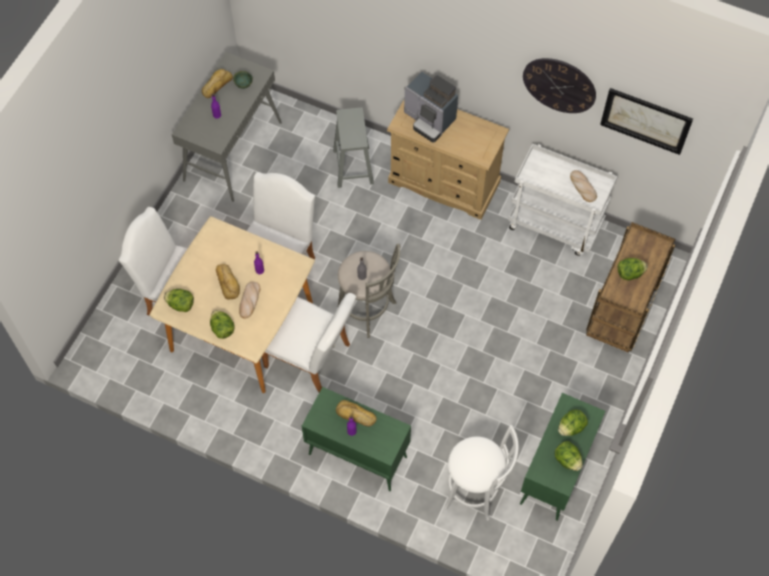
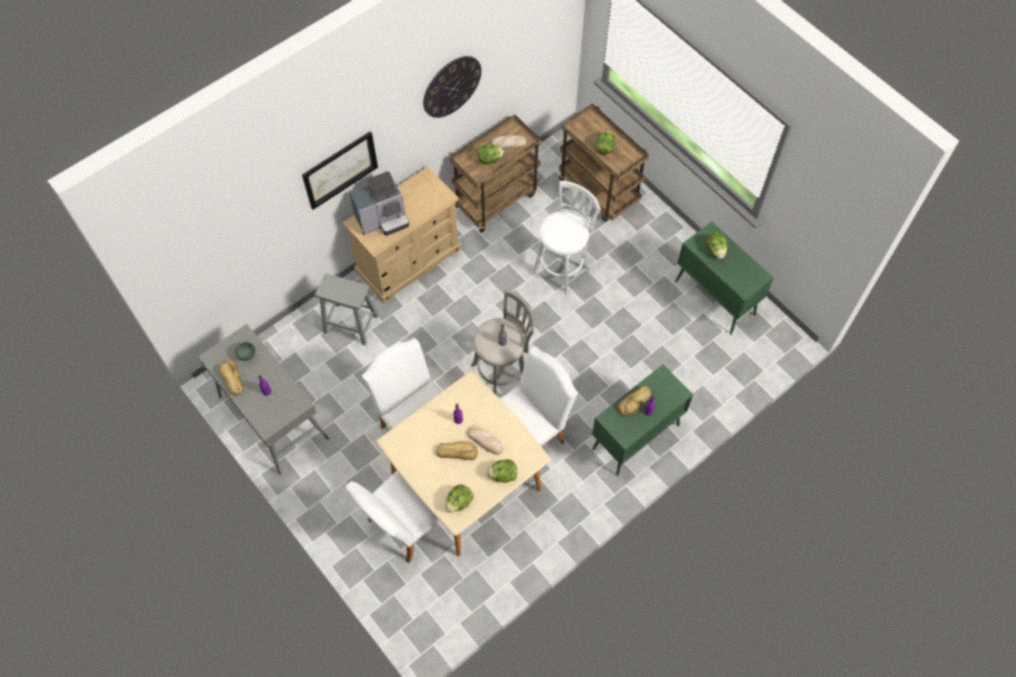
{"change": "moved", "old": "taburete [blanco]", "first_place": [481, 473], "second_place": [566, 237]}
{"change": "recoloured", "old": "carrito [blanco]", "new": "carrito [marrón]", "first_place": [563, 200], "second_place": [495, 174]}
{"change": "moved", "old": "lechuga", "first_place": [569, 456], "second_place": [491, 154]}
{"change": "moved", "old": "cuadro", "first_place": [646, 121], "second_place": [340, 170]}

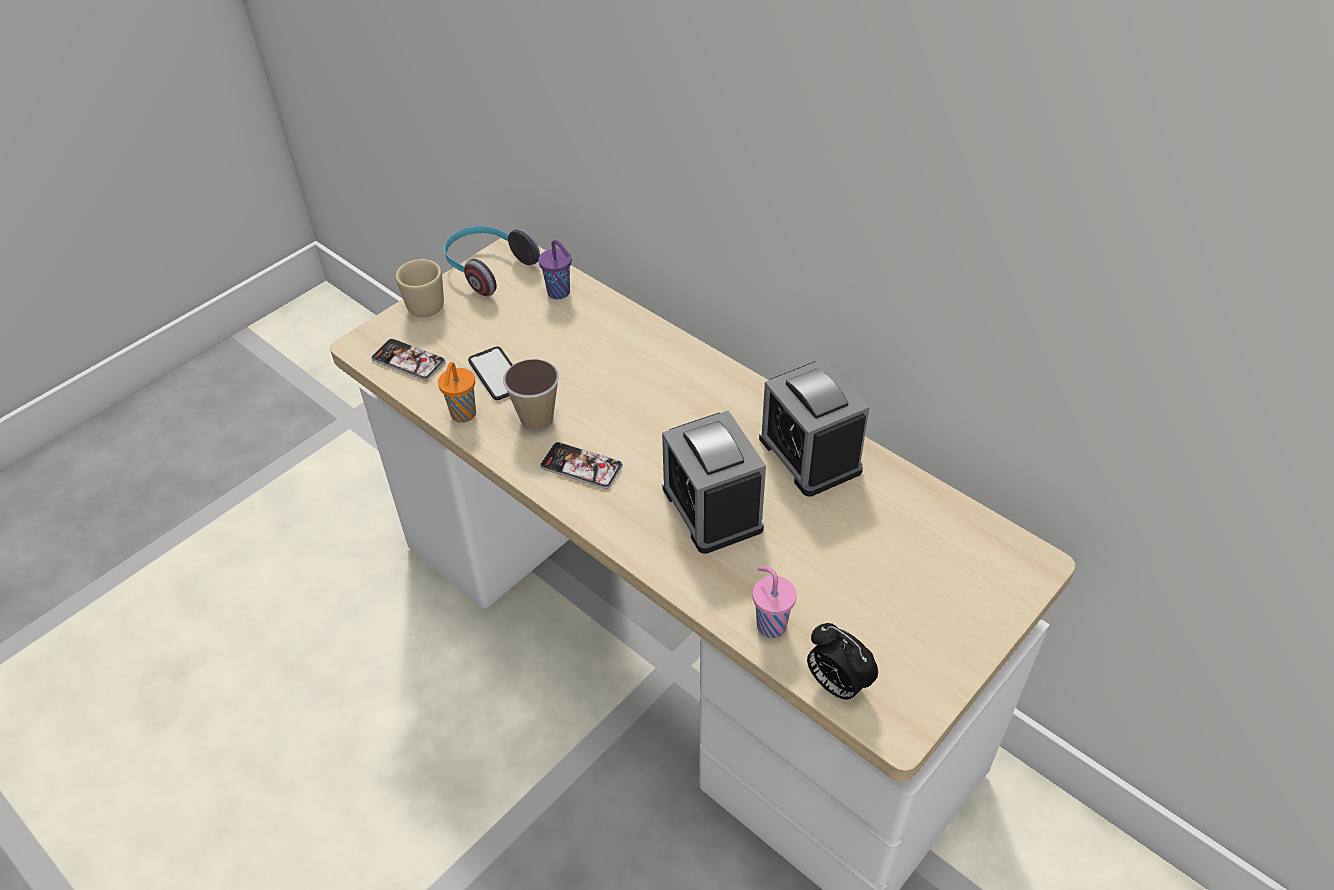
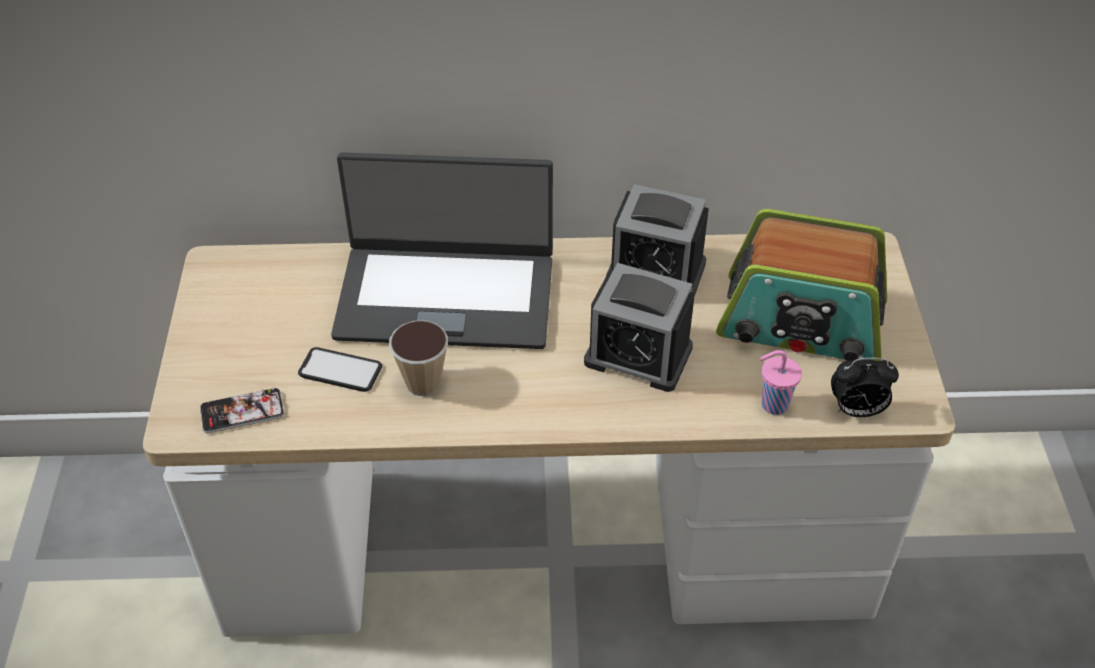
{"change": "removed", "old": "taza grande [beis]", "first_place": [420, 288]}
{"change": "removed", "old": "taza [naranja]", "first_place": [457, 392]}
{"change": "removed", "old": "auriculares", "first_place": [492, 261]}
{"change": "removed", "old": "taza [morado]", "first_place": [555, 269]}
{"change": "removed", "old": "móvil", "first_place": [581, 465]}
{"change": "added", "new": "portátil", "second_place": [442, 251]}
{"change": "added", "new": "radio", "second_place": [801, 285]}

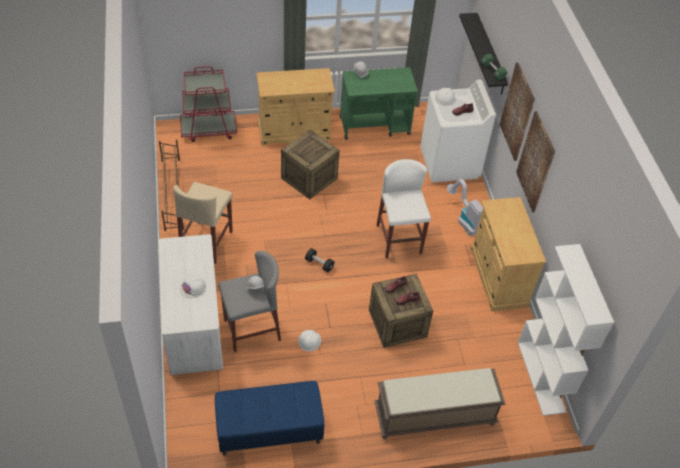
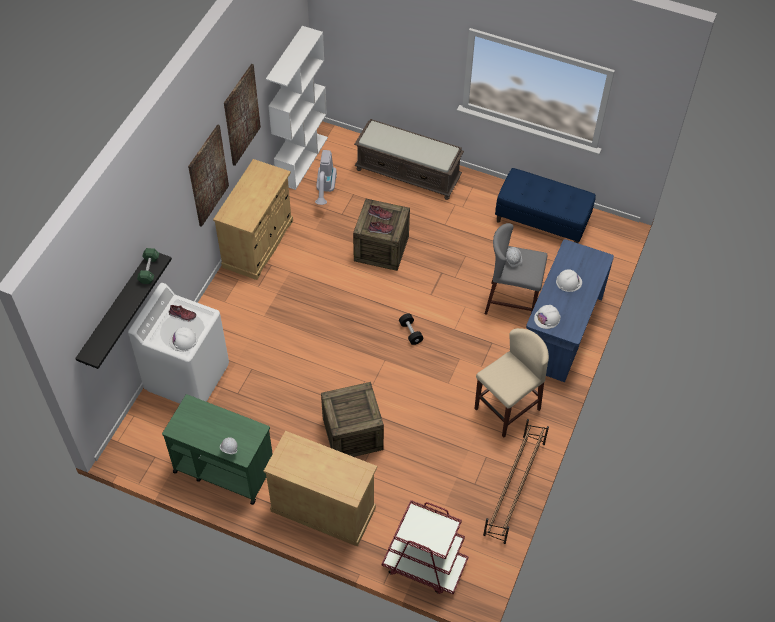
{"change": "recoloured", "old": "escritorio [blanco]", "new": "escritorio [azul]", "first_place": [191, 304], "second_place": [570, 310]}
{"change": "moved", "old": "casco [blanco]", "first_place": [309, 340], "second_place": [547, 317]}
{"change": "removed", "old": "taburete [blanco]", "first_place": [404, 208]}
{"change": "moved", "old": "aspiradora", "first_place": [465, 207], "second_place": [326, 177]}
{"change": "moved", "old": "cuadro", "first_place": [517, 111], "second_place": [242, 115]}

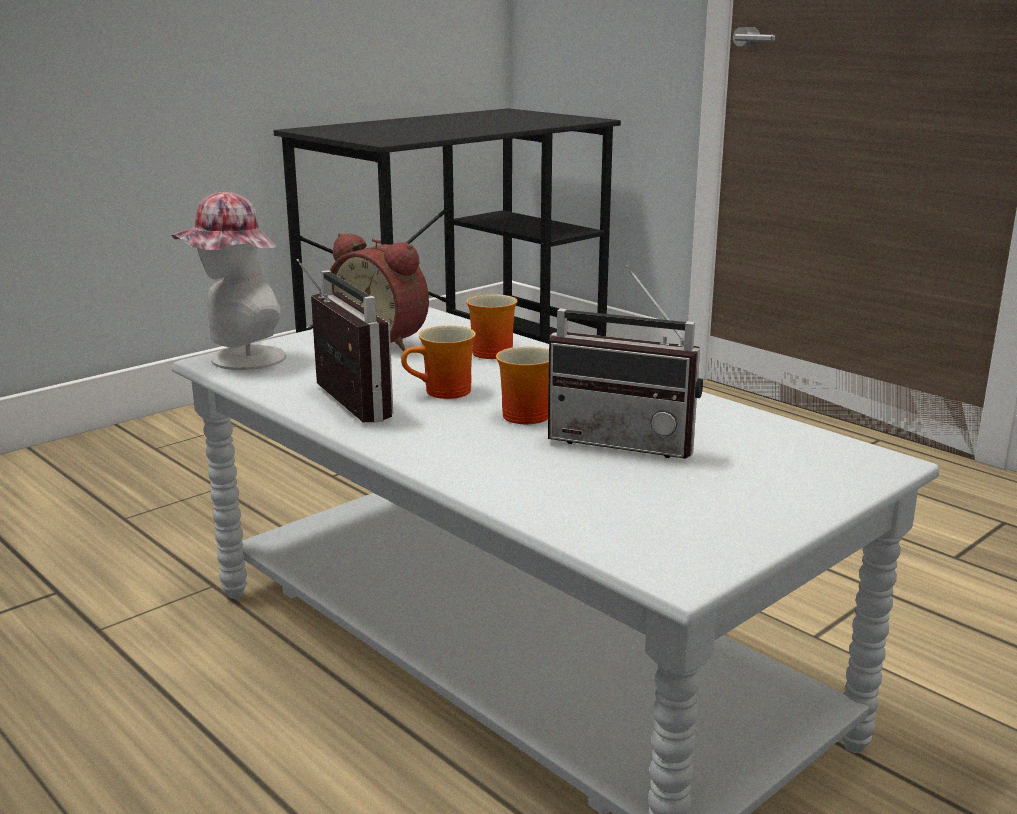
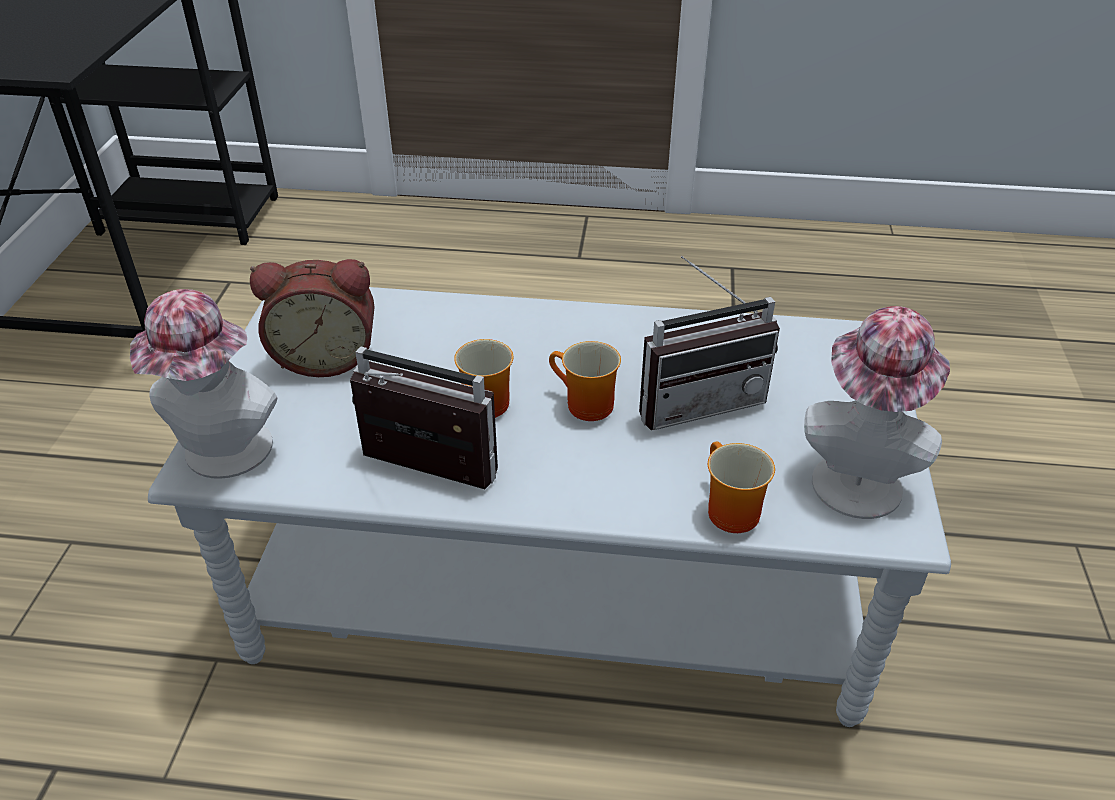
{"change": "moved", "old": "taza grande", "first_place": [492, 326], "second_place": [741, 487]}
{"change": "added", "new": "sombrero", "second_place": [877, 412]}

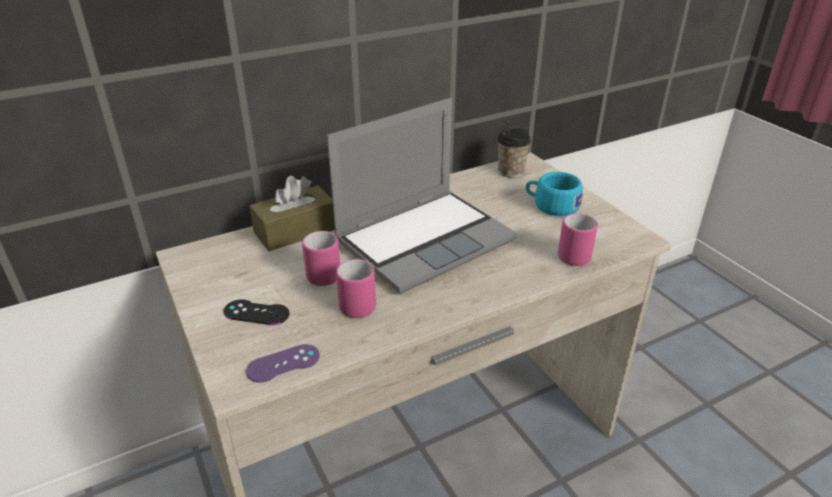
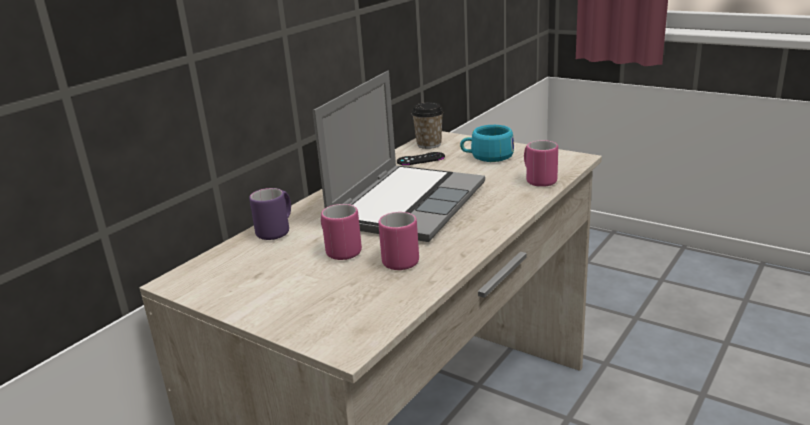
{"change": "moved", "old": "mando de consola [negro]", "first_place": [256, 312], "second_place": [421, 158]}
{"change": "removed", "old": "mando de consola [morado]", "first_place": [283, 363]}
{"change": "replaced", "old": "caja de pañuelos [marrón]", "new": "taza grande [morado]", "first_place": [292, 213], "second_place": [270, 214]}

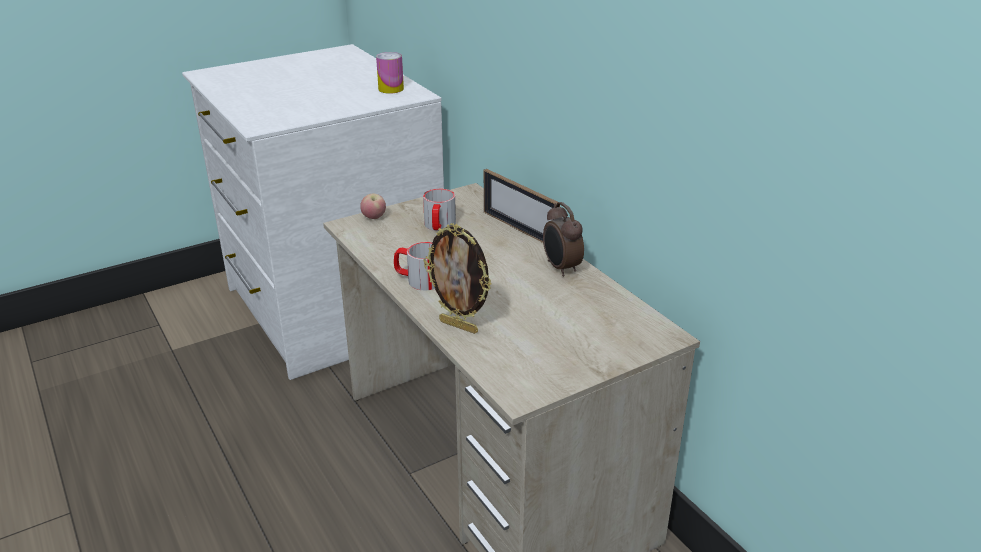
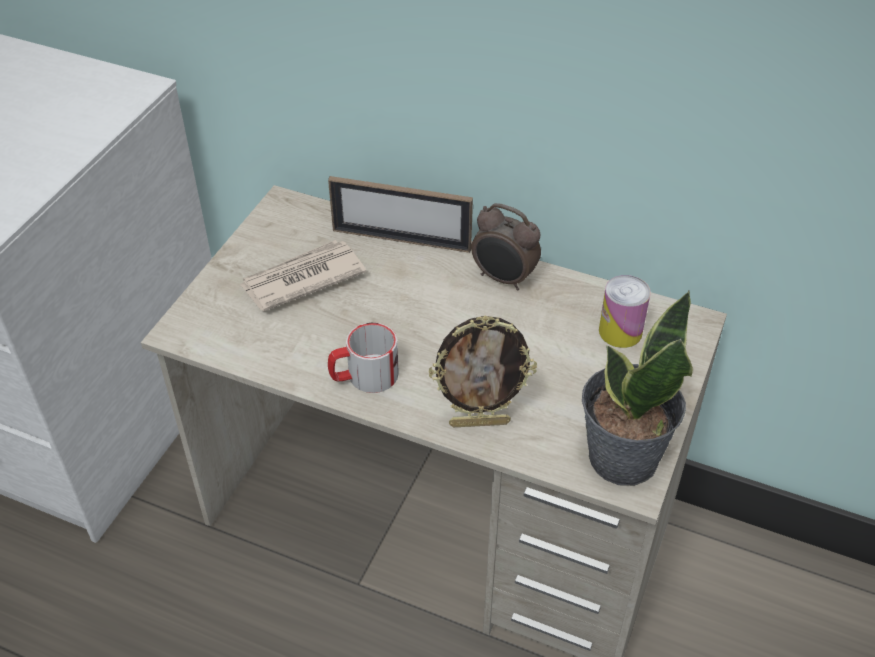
{"change": "removed", "old": "manzana", "first_place": [373, 206]}
{"change": "moved", "old": "lata", "first_place": [390, 73], "second_place": [625, 311]}
{"change": "replaced", "old": "taza grande", "new": "periódico", "first_place": [439, 210], "second_place": [302, 275]}
{"change": "added", "new": "planta en maceta", "second_place": [637, 388]}

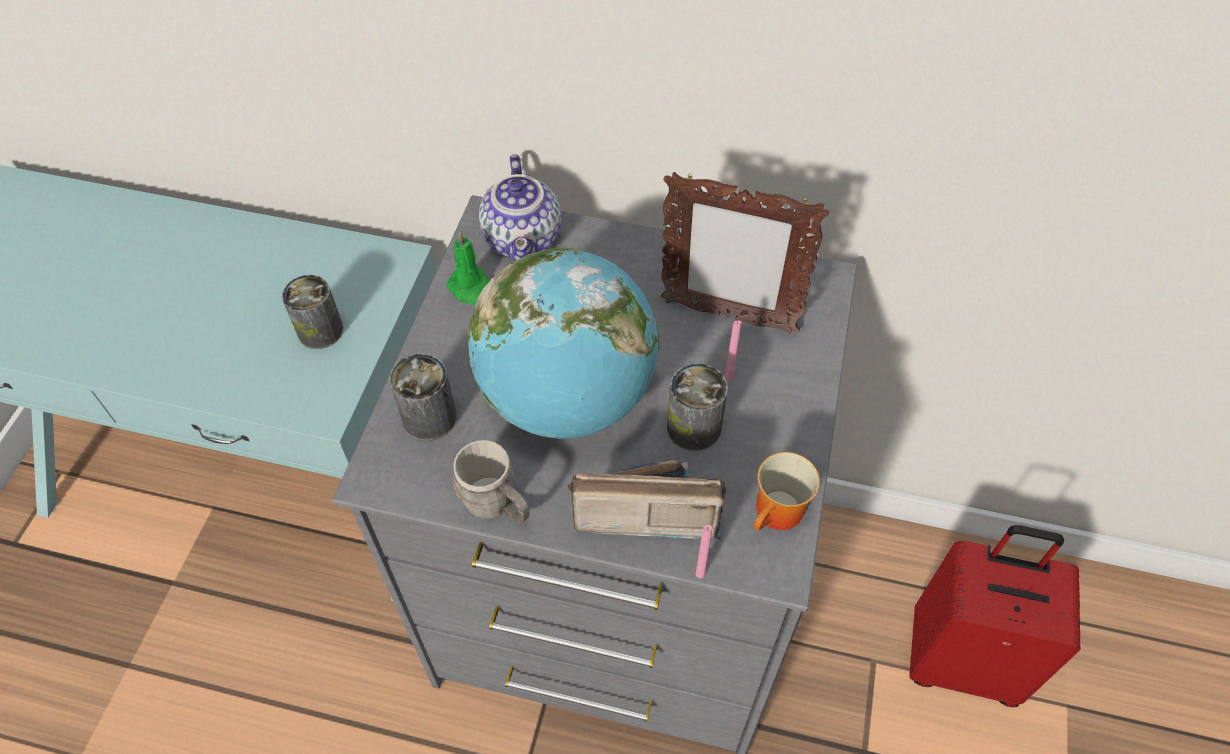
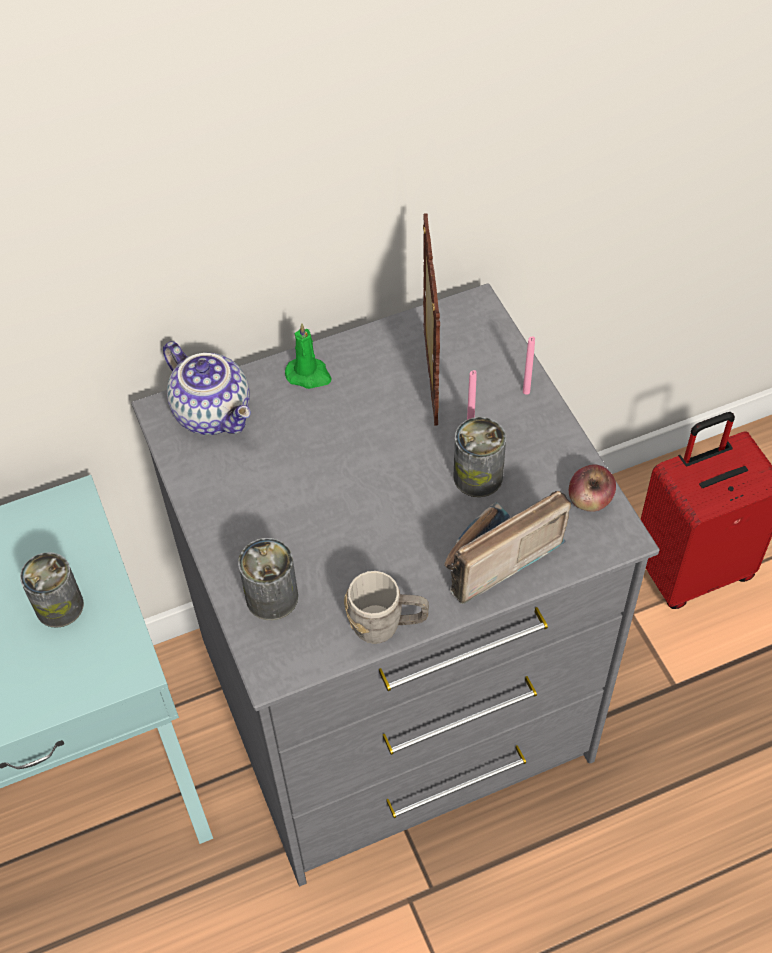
{"change": "moved", "old": "vela [verde]", "first_place": [468, 268], "second_place": [308, 356]}
{"change": "removed", "old": "globo terráqueo", "first_place": [563, 343]}
{"change": "turned", "old": "portarretratos", "first_place": [745, 253], "second_place": [431, 319], "degrees": -75}
{"change": "moved", "old": "vela [rosa]", "first_place": [704, 551], "second_place": [529, 365]}
{"change": "replaced", "old": "taza grande", "new": "manzana", "first_place": [787, 491], "second_place": [592, 488]}

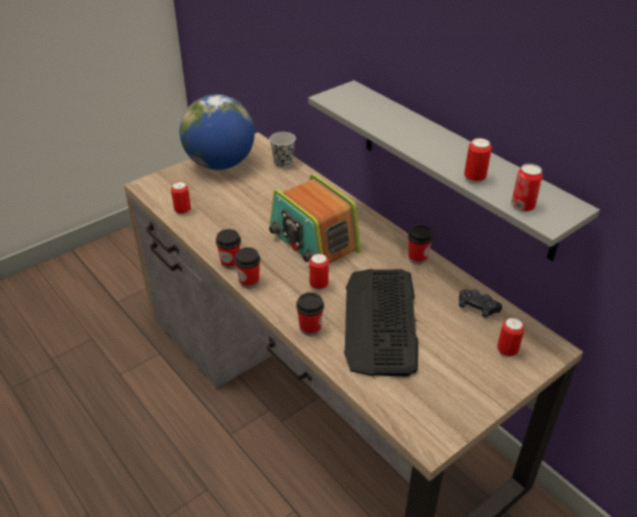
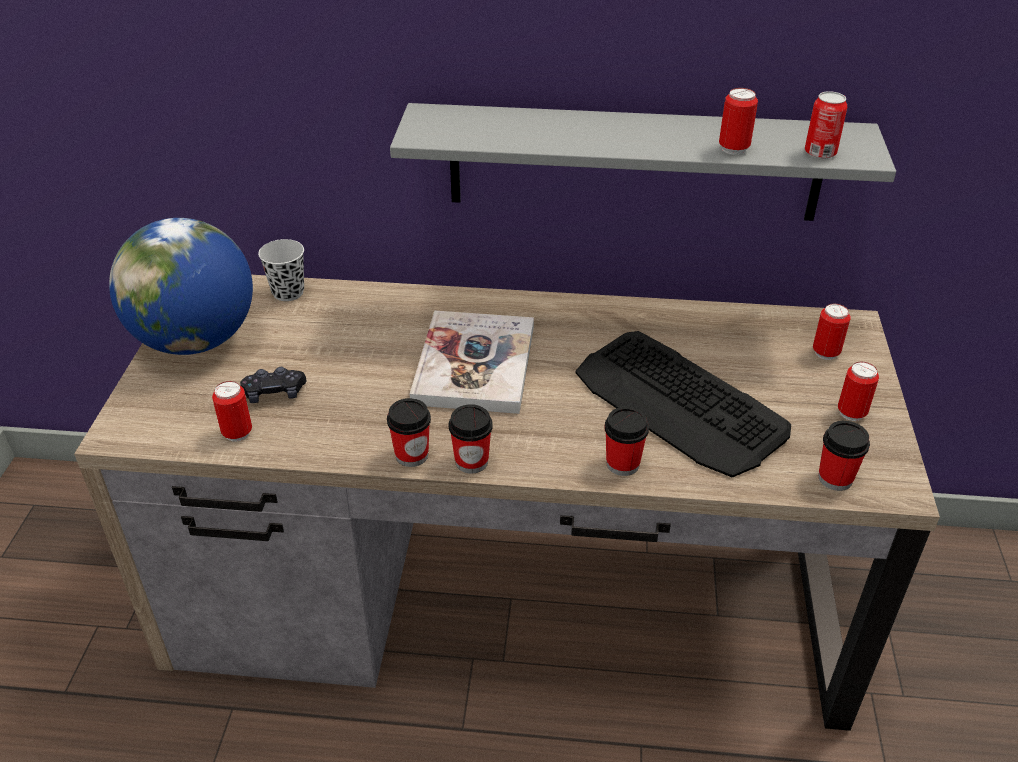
{"change": "replaced", "old": "radio", "new": "libro", "first_place": [315, 219], "second_place": [472, 362]}
{"change": "moved", "old": "lata", "first_place": [319, 272], "second_place": [858, 391]}
{"change": "moved", "old": "taza", "first_place": [420, 244], "second_place": [844, 456]}
{"change": "moved", "old": "mando de consola [negro]", "first_place": [480, 303], "second_place": [273, 385]}

